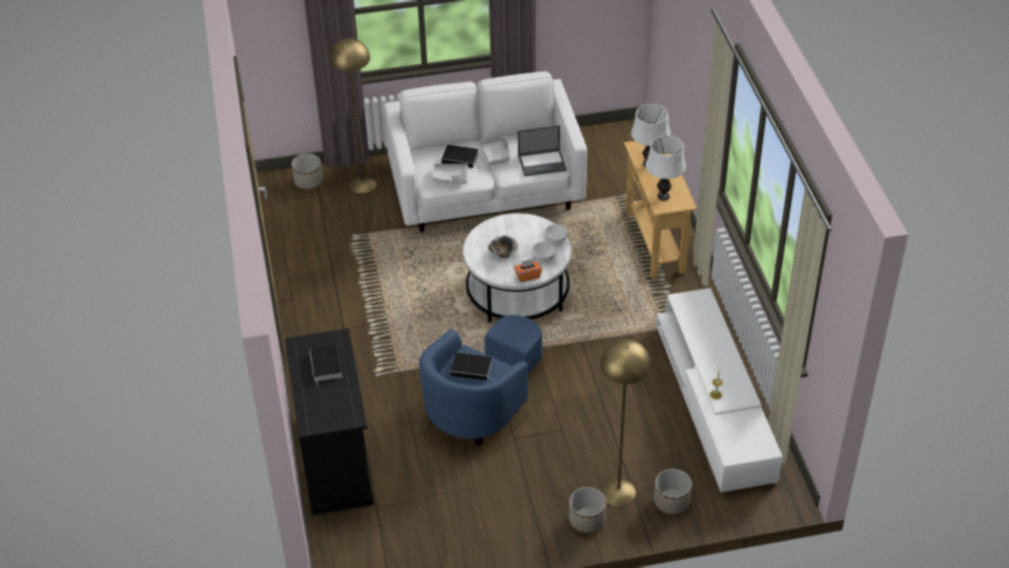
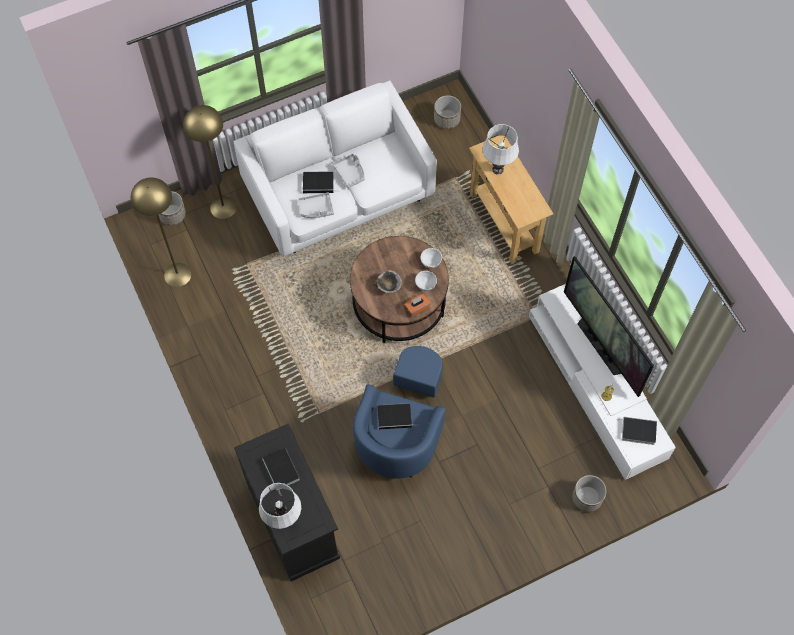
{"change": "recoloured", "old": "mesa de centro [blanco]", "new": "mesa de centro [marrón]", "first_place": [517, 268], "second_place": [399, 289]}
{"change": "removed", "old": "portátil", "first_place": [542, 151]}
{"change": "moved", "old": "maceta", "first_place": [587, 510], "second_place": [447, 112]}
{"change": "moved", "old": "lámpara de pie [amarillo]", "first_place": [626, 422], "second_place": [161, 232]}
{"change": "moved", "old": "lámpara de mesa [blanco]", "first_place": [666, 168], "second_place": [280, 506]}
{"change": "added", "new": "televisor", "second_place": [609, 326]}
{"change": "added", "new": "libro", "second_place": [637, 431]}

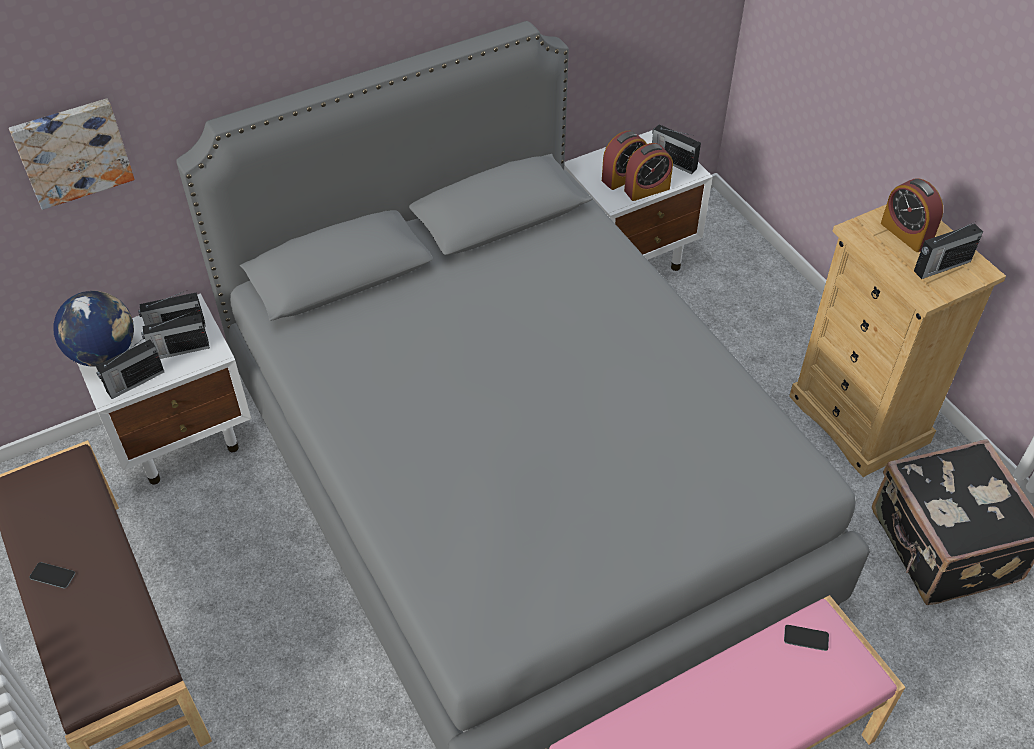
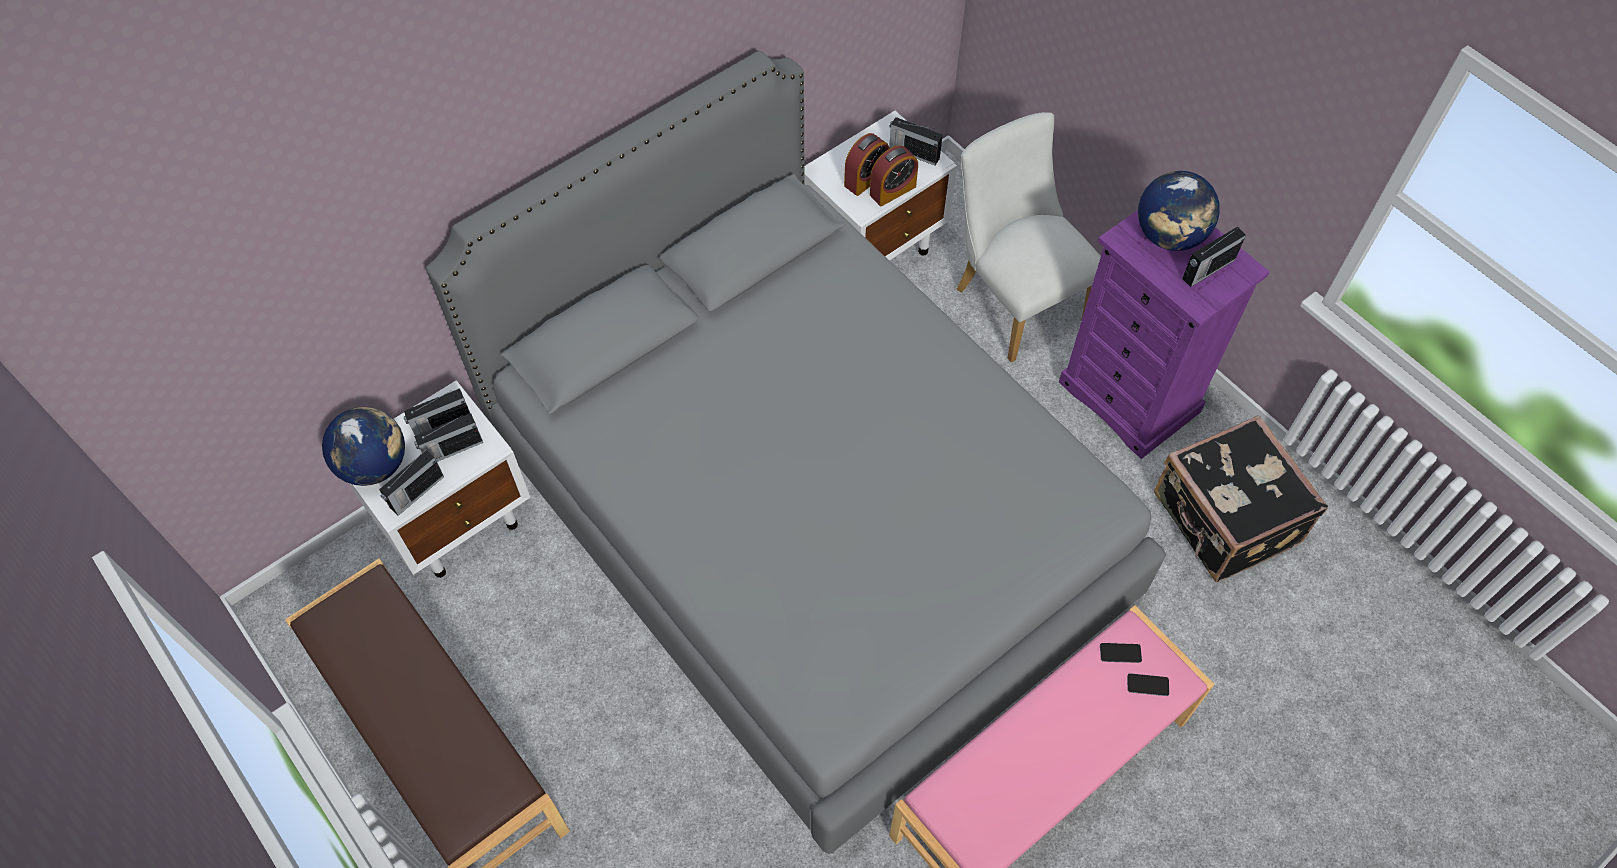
{"change": "removed", "old": "cuadro", "first_place": [72, 154]}
{"change": "moved", "old": "móvil", "first_place": [52, 575], "second_place": [1148, 684]}
{"change": "recoloured", "old": "cómoda [beis]", "new": "cómoda [morado]", "first_place": [897, 340], "second_place": [1164, 334]}
{"change": "replaced", "old": "despertador", "new": "globo terráqueo", "first_place": [912, 215], "second_place": [1179, 211]}
{"change": "added", "new": "silla [blanco]", "second_place": [1028, 237]}

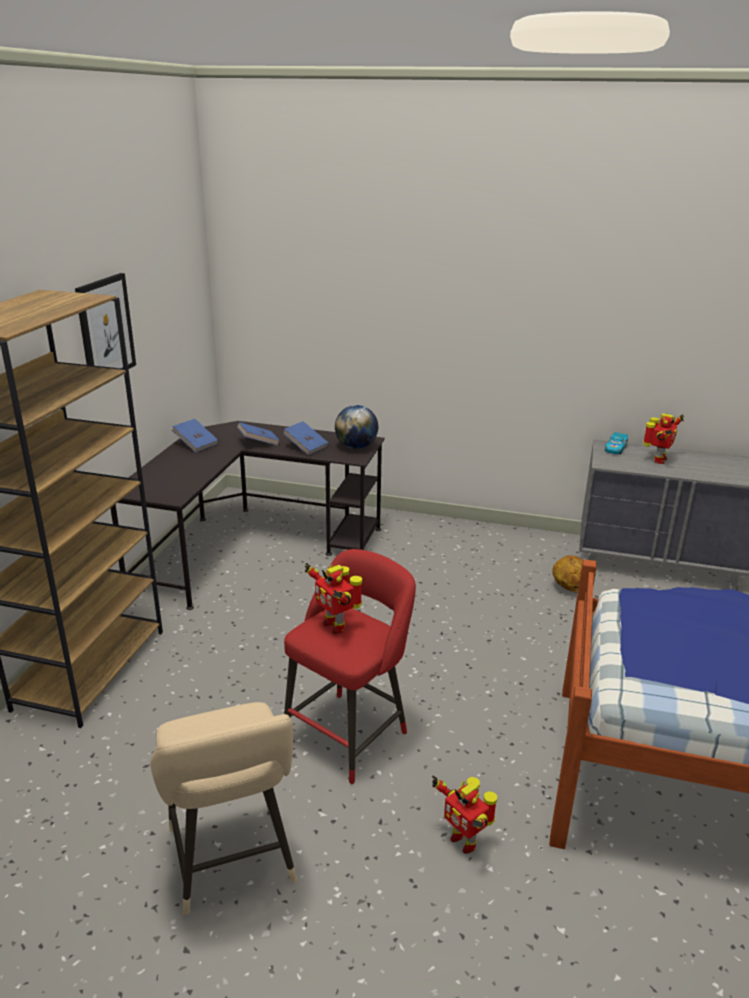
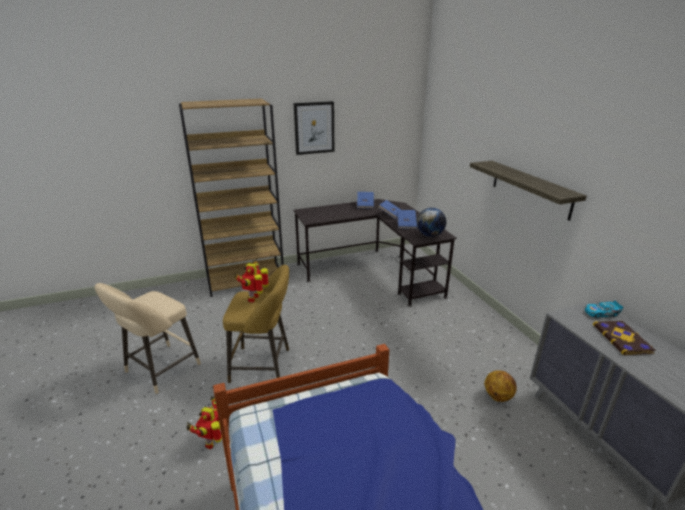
{"change": "recoloured", "old": "taburete [rojo]", "new": "taburete [amarillo]", "first_place": [350, 666], "second_place": [256, 324]}
{"change": "replaced", "old": "robot de juguete", "new": "libro", "first_place": [663, 438], "second_place": [624, 337]}
{"change": "added", "new": "estante", "second_place": [528, 191]}

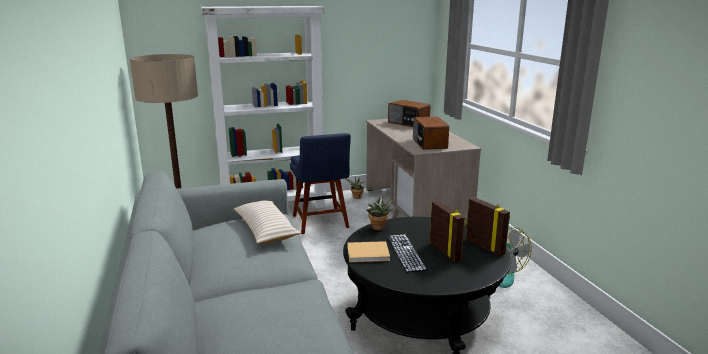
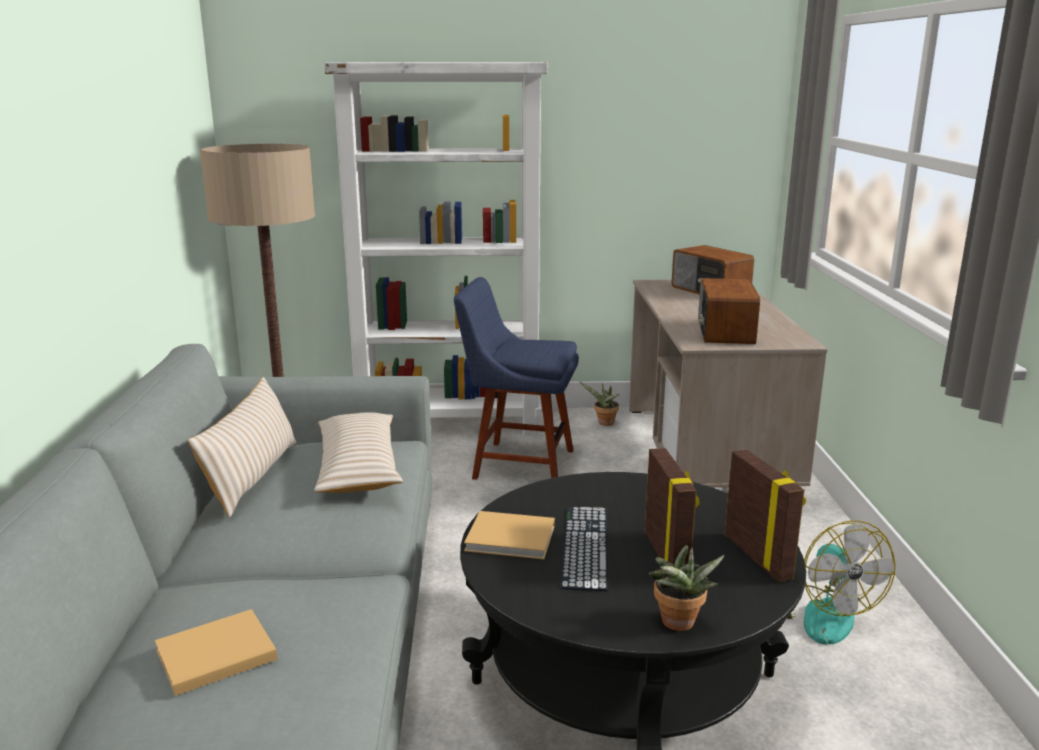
{"change": "turned", "old": "silla [azul]", "first_place": [320, 183], "second_place": [516, 378], "degrees": 105}
{"change": "moved", "old": "planta en maceta", "first_place": [380, 213], "second_place": [686, 588]}
{"change": "added", "new": "libro [beis]", "second_place": [216, 652]}
{"change": "added", "new": "cojín [beis]", "second_place": [242, 447]}

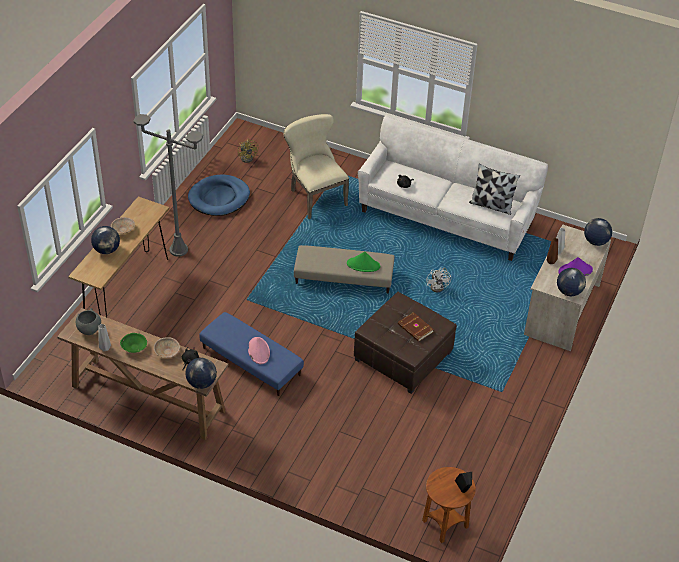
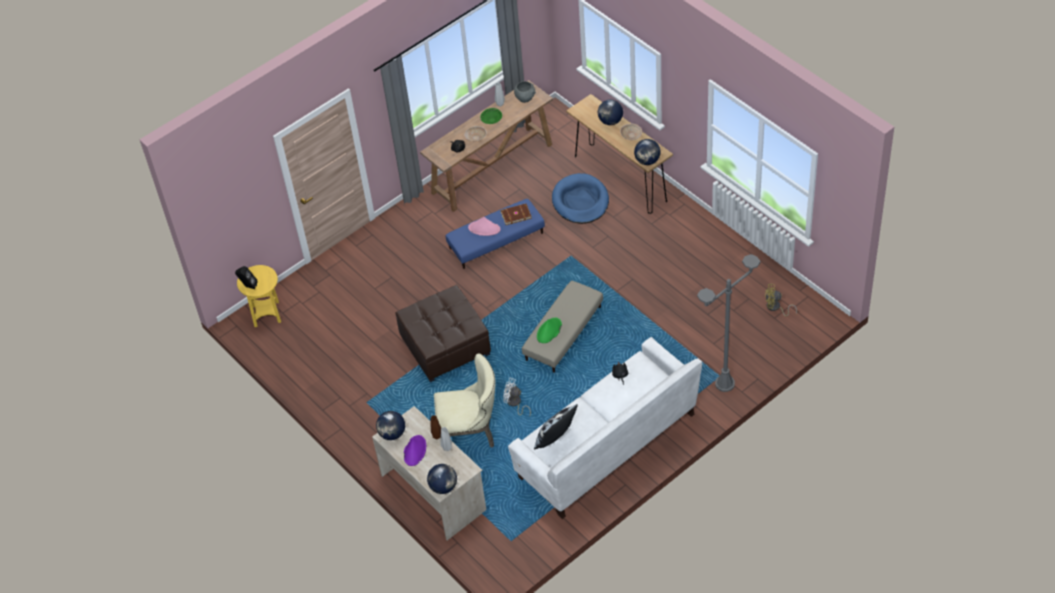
{"change": "moved", "old": "lámpara de pie [gris]", "first_place": [168, 185], "second_place": [728, 323]}
{"change": "moved", "old": "globo terráqueo", "first_place": [201, 373], "second_place": [647, 152]}
{"change": "moved", "old": "cama para perro [azul]", "first_place": [219, 195], "second_place": [580, 198]}
{"change": "moved", "old": "silla [beis]", "first_place": [316, 166], "second_place": [465, 400]}
{"change": "moved", "old": "libro [marrón]", "first_place": [416, 327], "second_place": [516, 214]}
{"change": "recoloured", "old": "mesa auxiliar [marrón]", "new": "mesa auxiliar [amarillo]", "first_place": [449, 505], "second_place": [259, 296]}

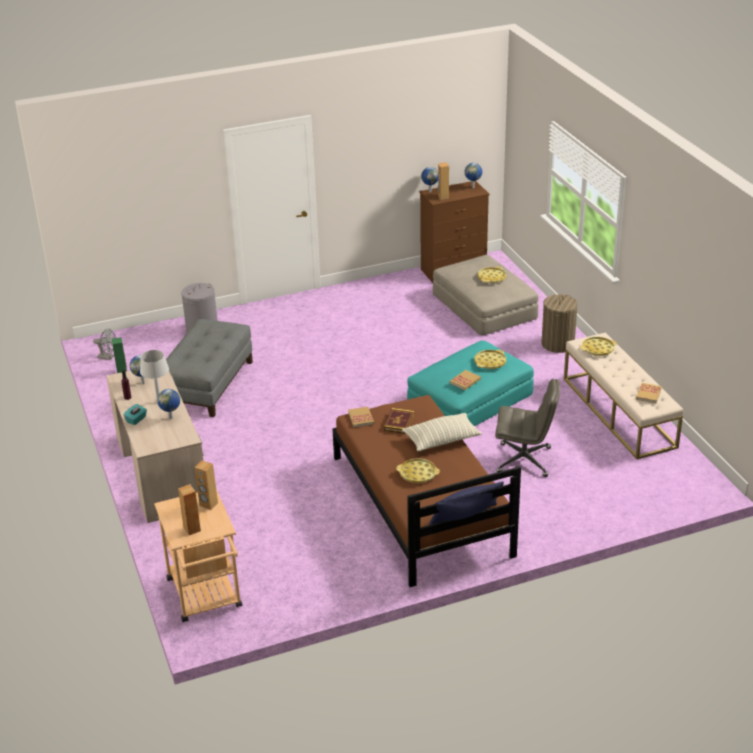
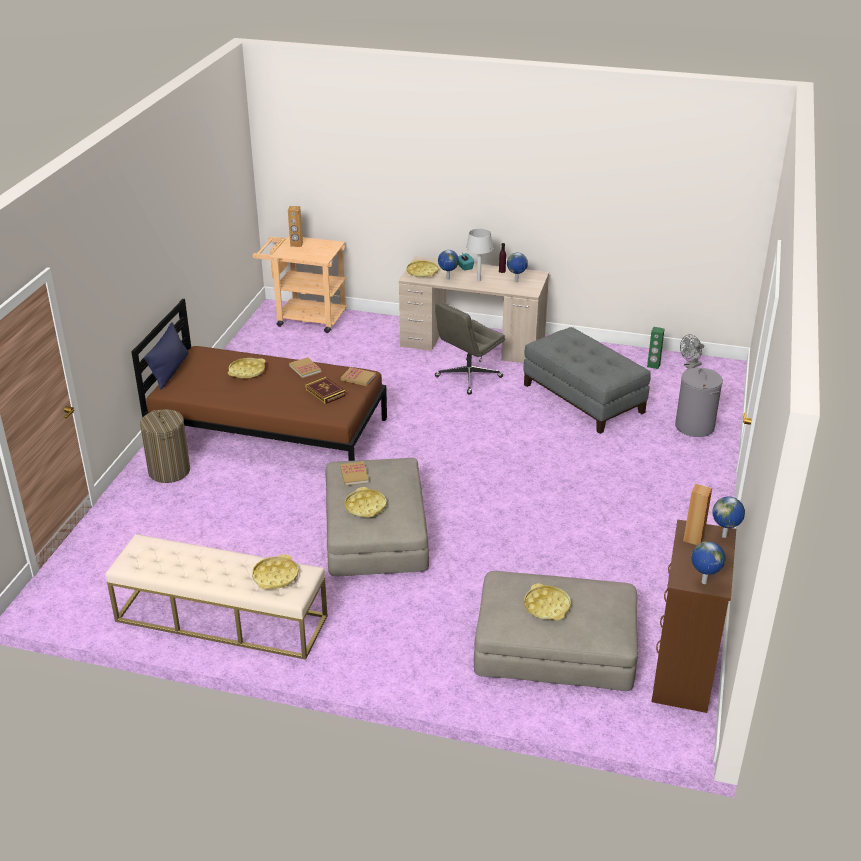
{"change": "removed", "old": "altavoz [marrón]", "first_place": [206, 485]}
{"change": "removed", "old": "cojín", "first_place": [442, 432]}
{"change": "recoloured", "old": "puf [turquesa]", "new": "puf [beis]", "first_place": [470, 383], "second_place": [377, 517]}
{"change": "moved", "old": "silla de oficina [gris]", "first_place": [527, 428], "second_place": [470, 348]}
{"change": "moved", "old": "cesto de la ropa", "first_place": [560, 323], "second_place": [165, 446]}
{"change": "moved", "old": "libro", "first_place": [649, 393], "second_place": [305, 367]}
{"change": "added", "new": "bandeja [amarillo]", "second_place": [422, 268]}

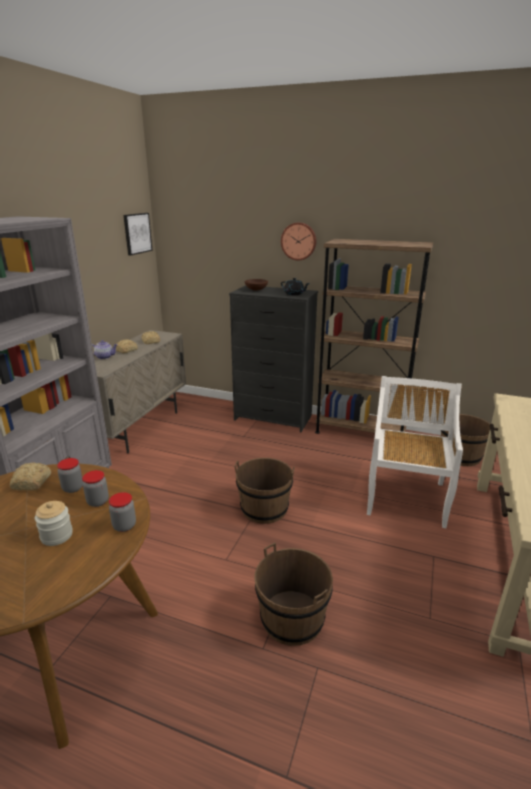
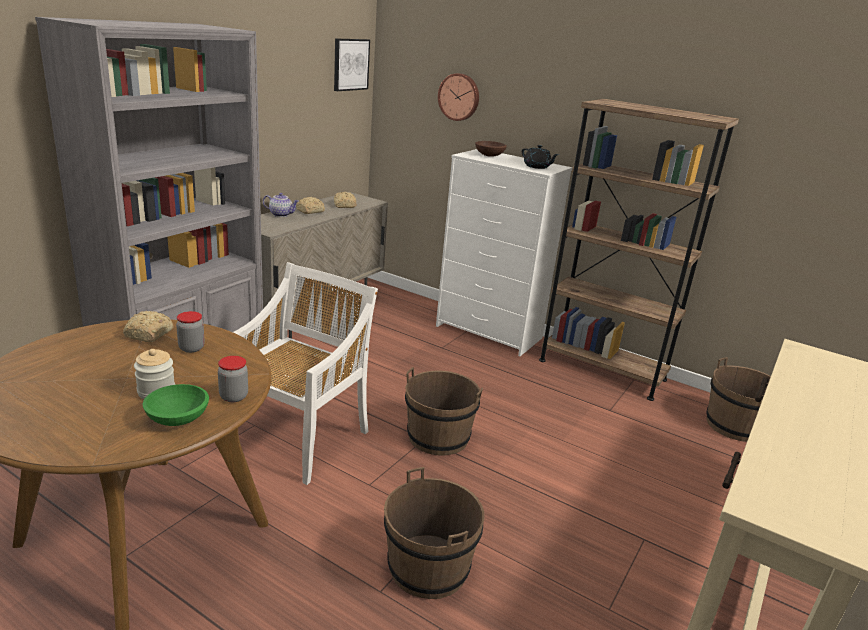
{"change": "removed", "old": "tarro", "first_place": [95, 488]}
{"change": "recoloured", "old": "cómoda [negro]", "new": "cómoda [blanco]", "first_place": [273, 358], "second_place": [504, 252]}
{"change": "moved", "old": "reloj de pared", "first_place": [299, 241], "second_place": [458, 97]}
{"change": "moved", "old": "silla [blanco]", "first_place": [415, 452], "second_place": [305, 373]}
{"change": "added", "new": "cuenco [verde]", "second_place": [176, 405]}

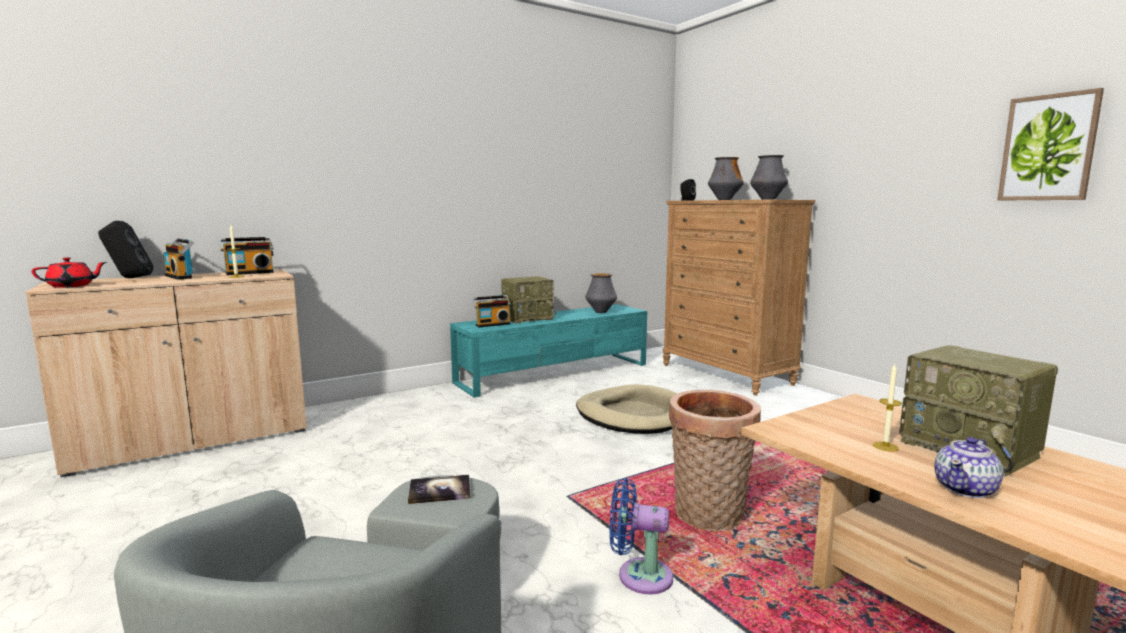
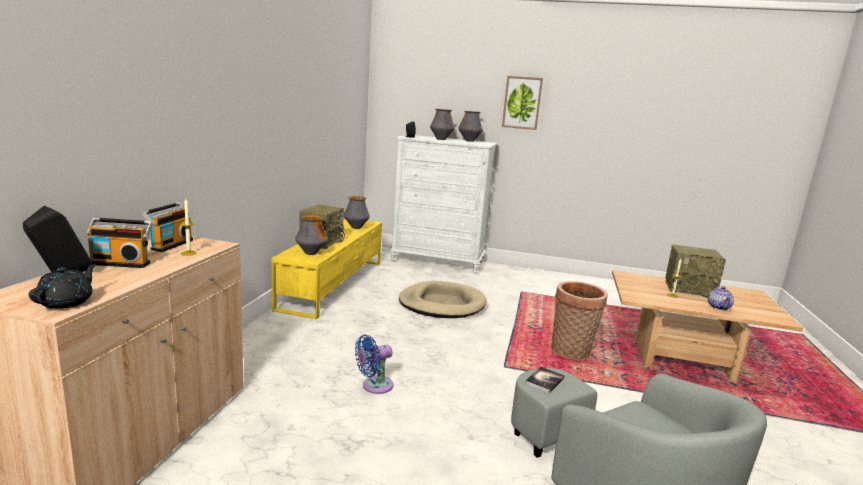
{"change": "recoloured", "old": "tetera [rojo]", "new": "tetera [negro]", "first_place": [69, 272], "second_place": [62, 286]}
{"change": "recoloured", "old": "mueble de televisión [turquesa]", "new": "mueble de televisión [amarillo]", "first_place": [548, 351], "second_place": [327, 269]}
{"change": "replaced", "old": "radio", "new": "florero", "first_place": [491, 311], "second_place": [311, 235]}
{"change": "moved", "old": "ventilador [azul]", "first_place": [641, 536], "second_place": [374, 364]}
{"change": "recoloured", "old": "cómoda [marrón]", "new": "cómoda [blanco]", "first_place": [738, 298], "second_place": [444, 204]}
{"change": "moved", "old": "cuadro", "first_place": [1050, 144], "second_place": [522, 103]}

